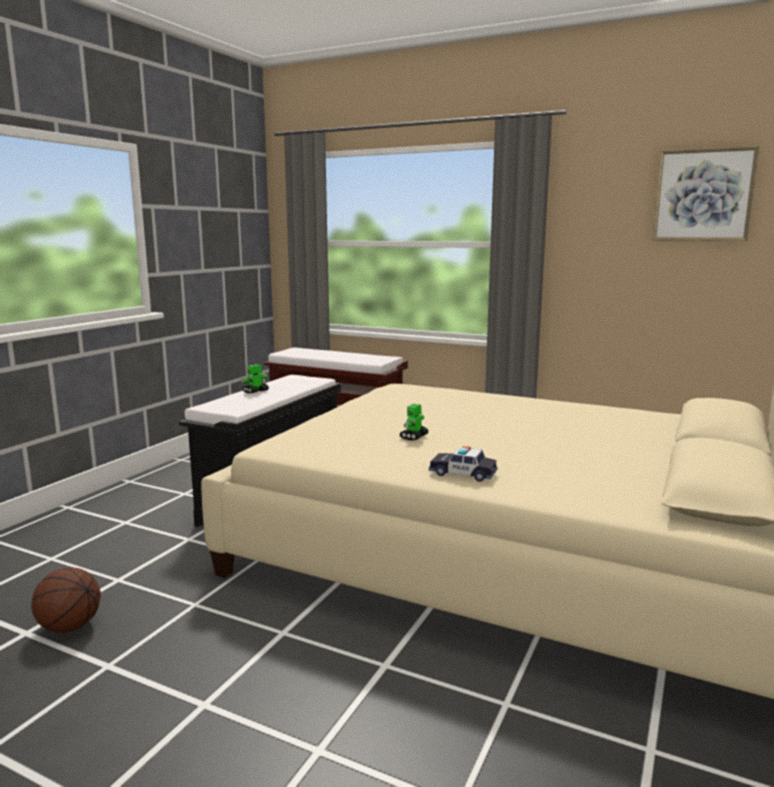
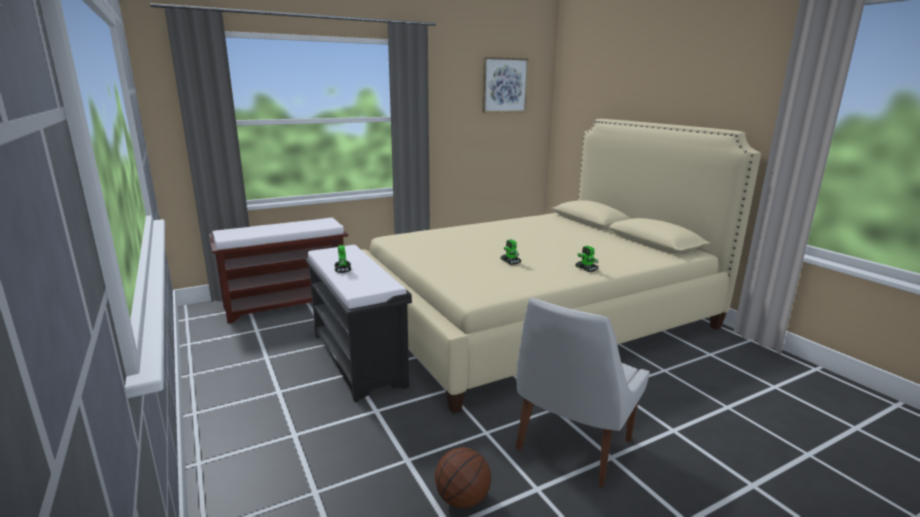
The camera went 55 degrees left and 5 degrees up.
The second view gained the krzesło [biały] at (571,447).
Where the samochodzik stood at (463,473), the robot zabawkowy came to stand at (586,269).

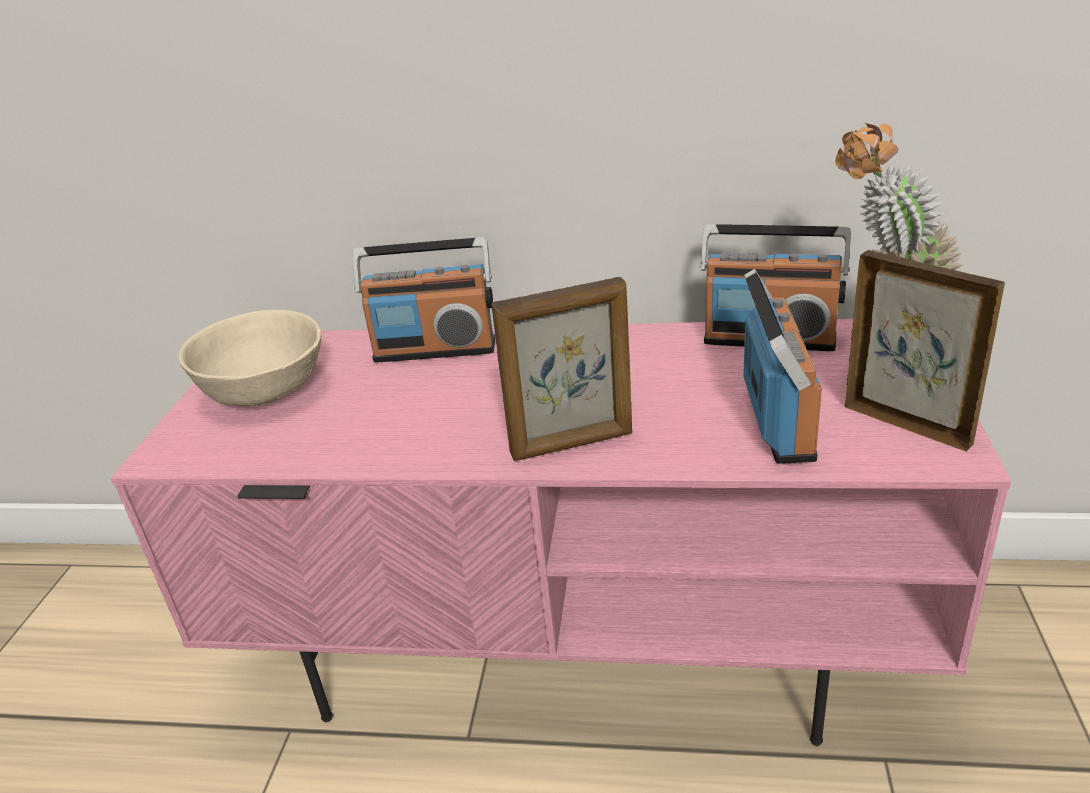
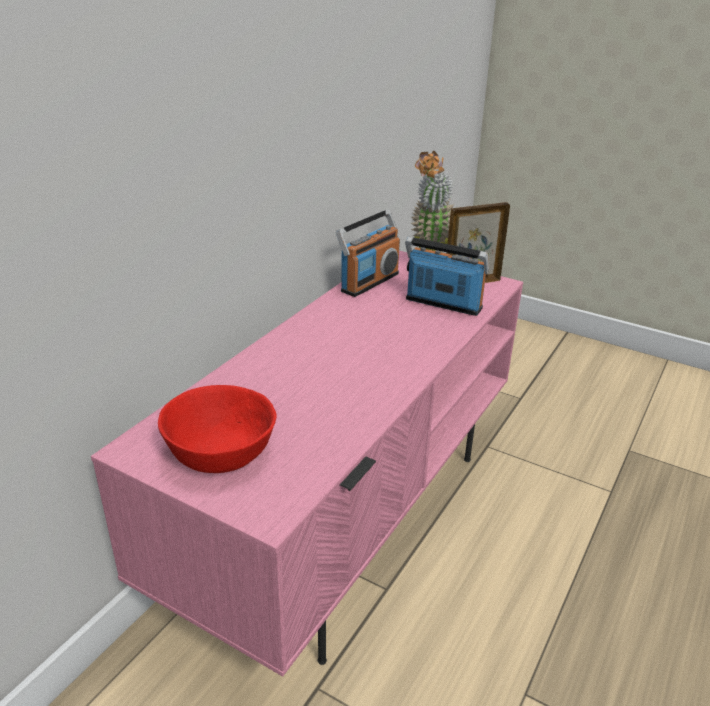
The camera went 70 degrees left and 0 degrees up.
The second view lost the radio at (435,350).
The second view lost the ramka na zdjęcie at (572,444).
What was the miska [beżowy] at (265,389) turned into the miska [czerwony] at (221,452).

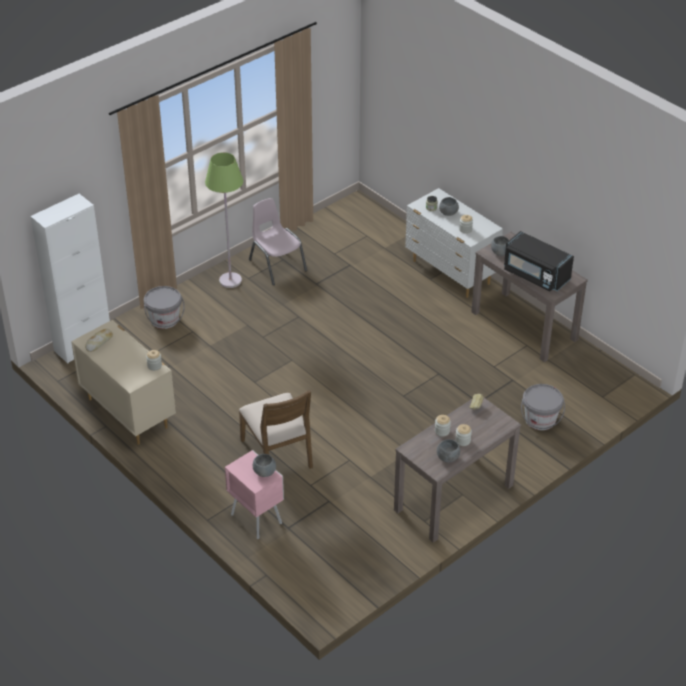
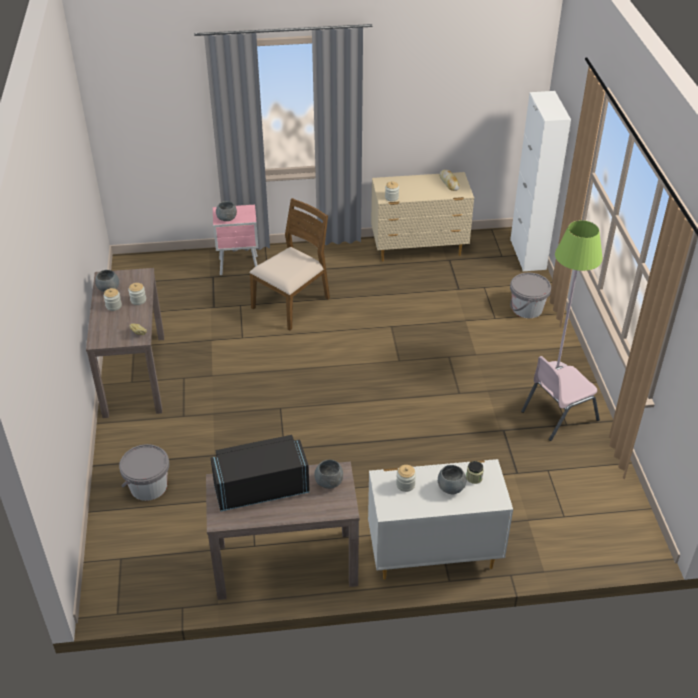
The camera went 125 degrees right and 0 degrees up.
The krzesło [brązowy] at (278,453) ended up facing another way, 120 degrees clockwise from before.
The krzesło [różowy] at (277,265) ended up facing another way, 150 degrees clockwise from before.

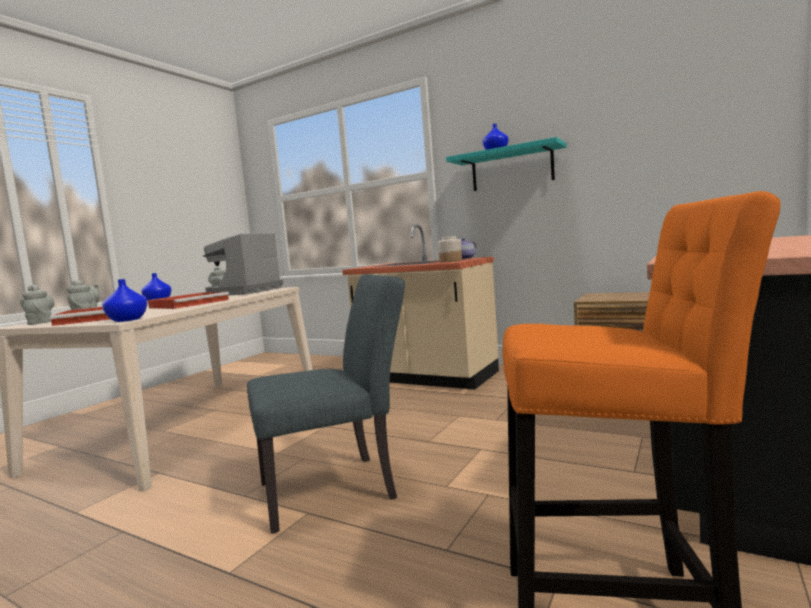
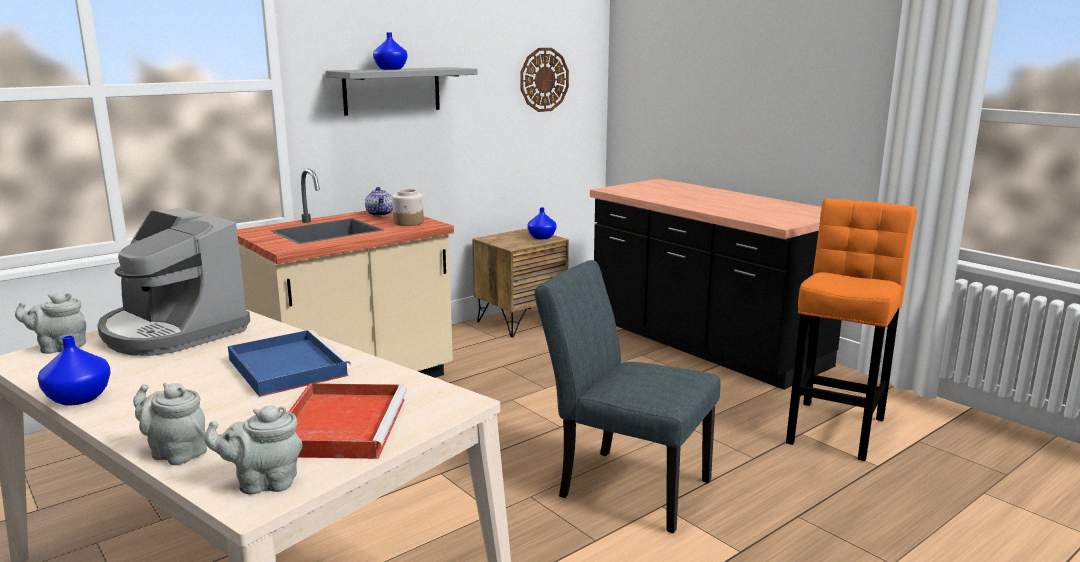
The camera went 70 degrees left and 10 degrees up.
The second view gained the zegar ścienny at (544,79).
The wazon [niebieski] ended up elsewhere, having gone from (128,320) to (542,237).
What was the taca [czerwony] at (191,303) turned into the taca [niebieski] at (286,367).
What was the półka [turkusowy] at (511,169) turned into the półka [szary] at (392,90).
The krzesło [szary] at (338,488) ended up facing another way, 60 degrees counterclockwise from before.

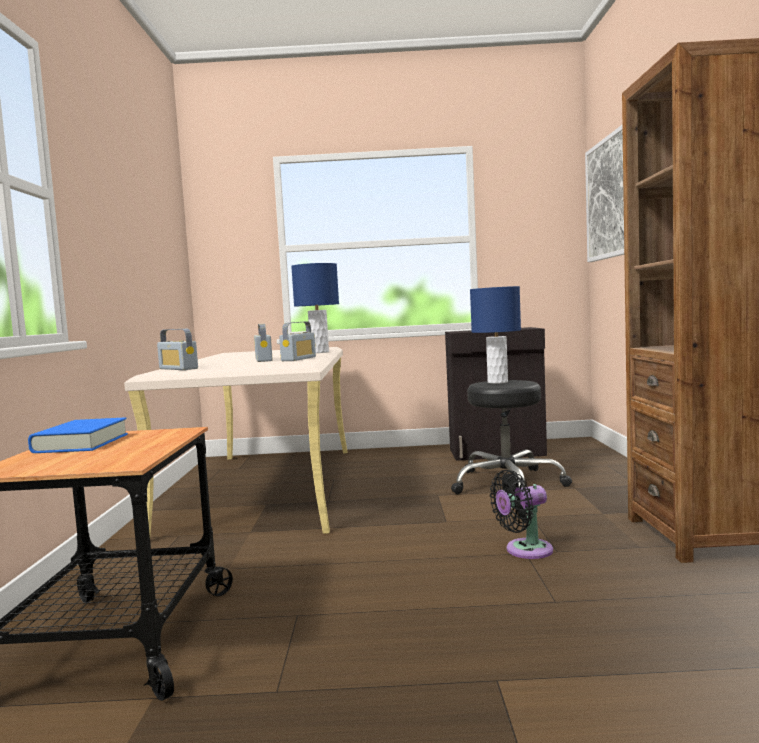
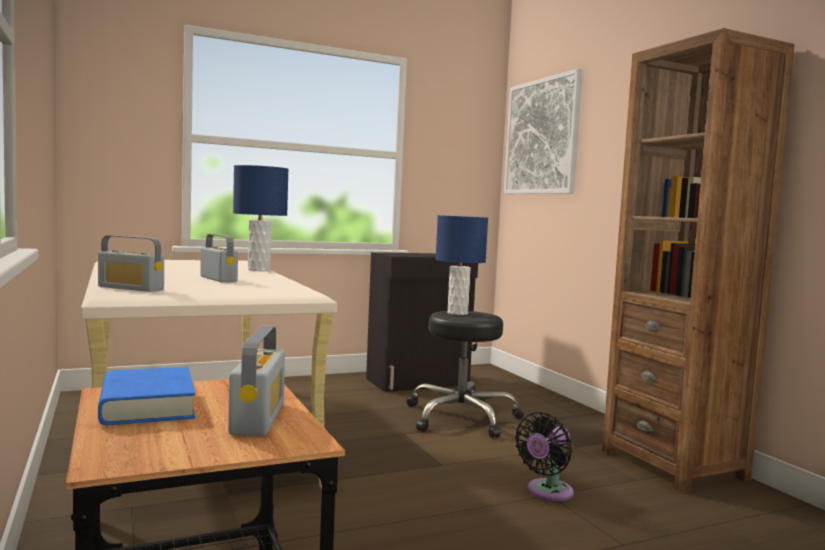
The camera went 25 degrees left and 0 degrees up.
The radio ended up elsewhere, having gone from (299,359) to (258,418).

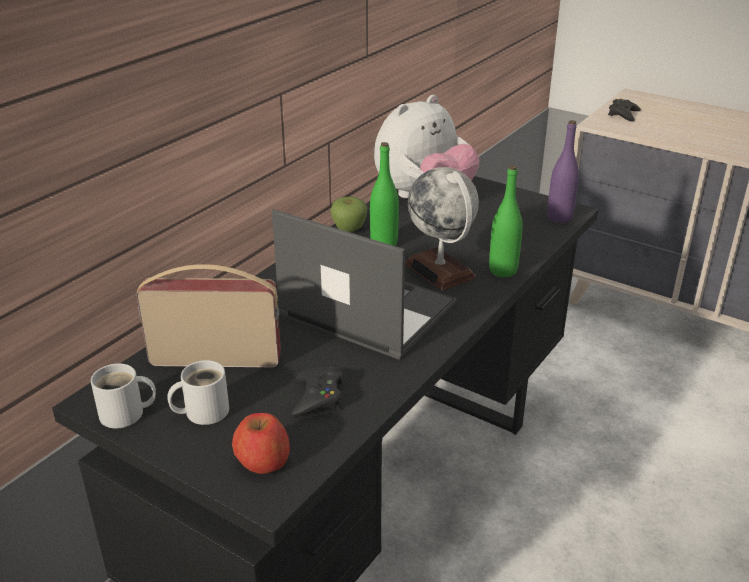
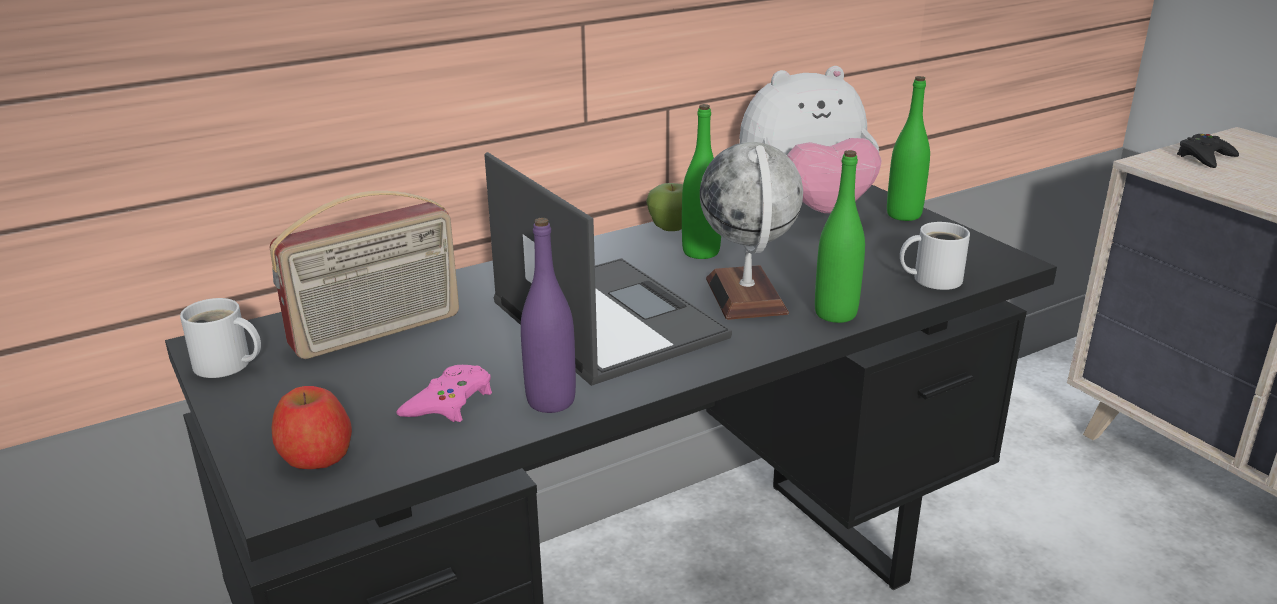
The camera went 25 degrees right and 5 degrees down.
The second view gained the butelka [zielony] at (903,215).
The kubek [biały] ended up elsewhere, having gone from (202,411) to (932,278).
The butelka [fioletowy] ended up elsewhere, having gone from (559,217) to (551,401).
What was the pad do gier [czarny] at (317,397) turned into the pad do gier [różowy] at (449,402).
The radio at (216,358) ended up facing another way, 120 degrees clockwise from before.

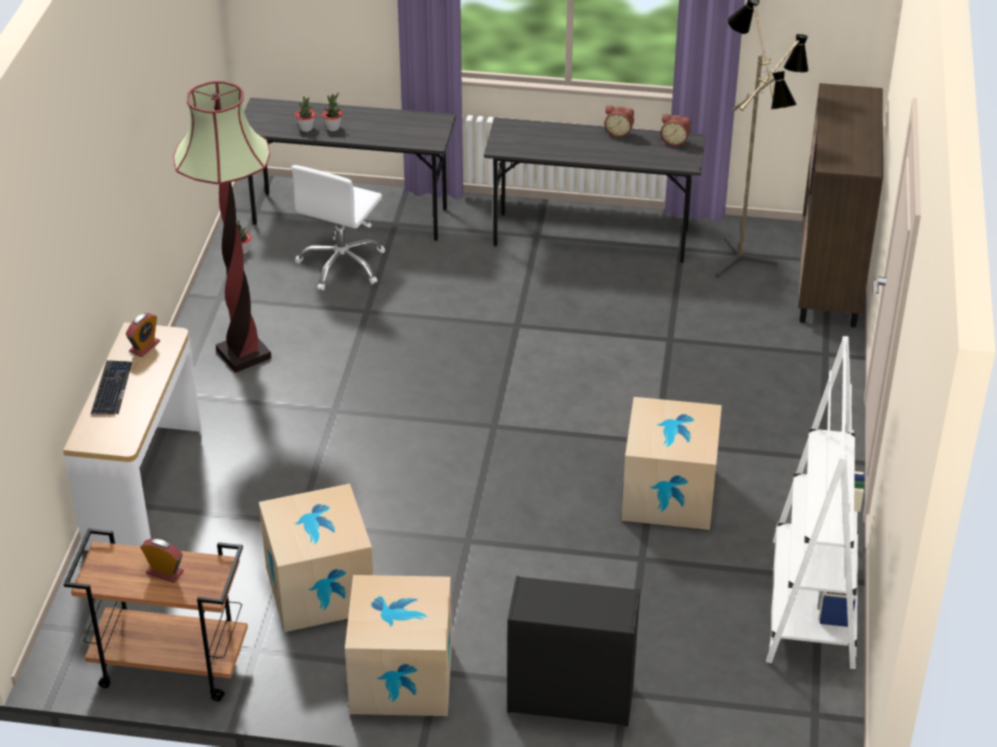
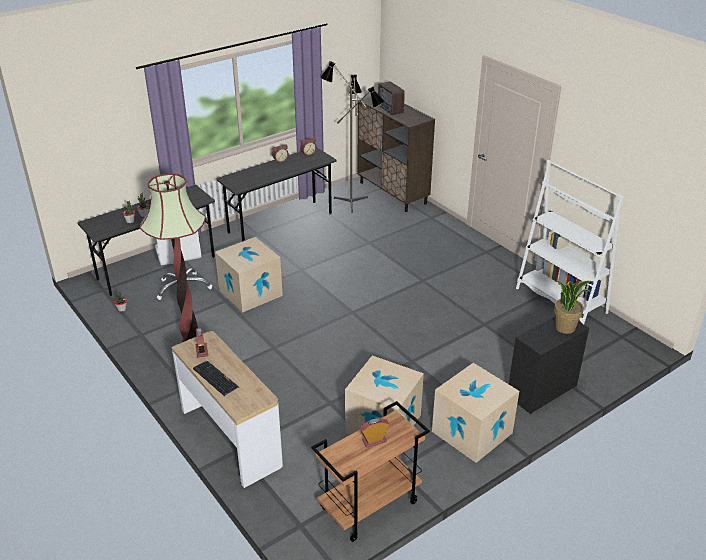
The camera went 45 degrees left and 5 degrees down.
The second view gained the radio at (390,110).
The second view gained the roślina doniczkowa at (565,327).
The karton ended up elsewhere, having gone from (669,494) to (250,293).

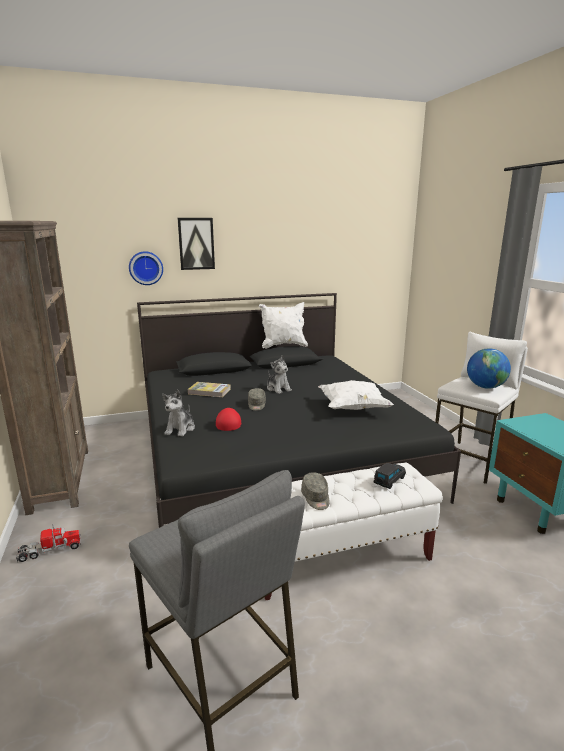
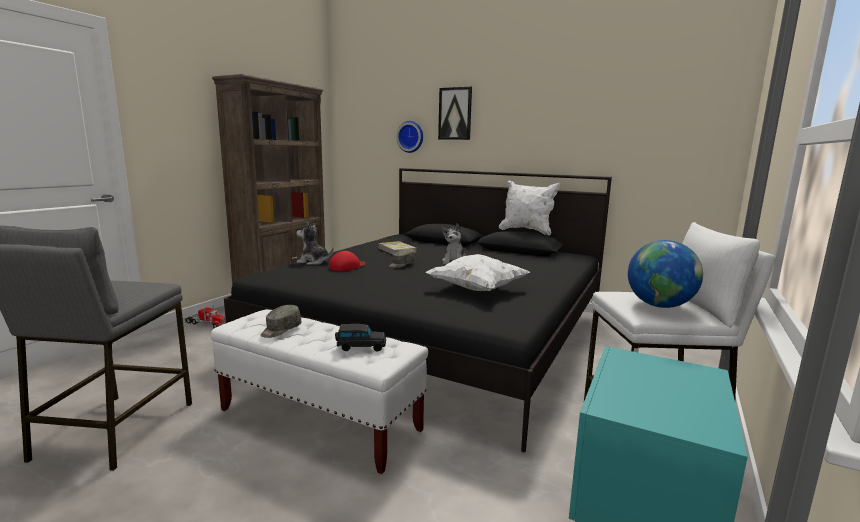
The camera went 45 degrees right and 5 degrees down.
The pluszak at (180,429) ended up facing another way, 45 degrees clockwise from before.

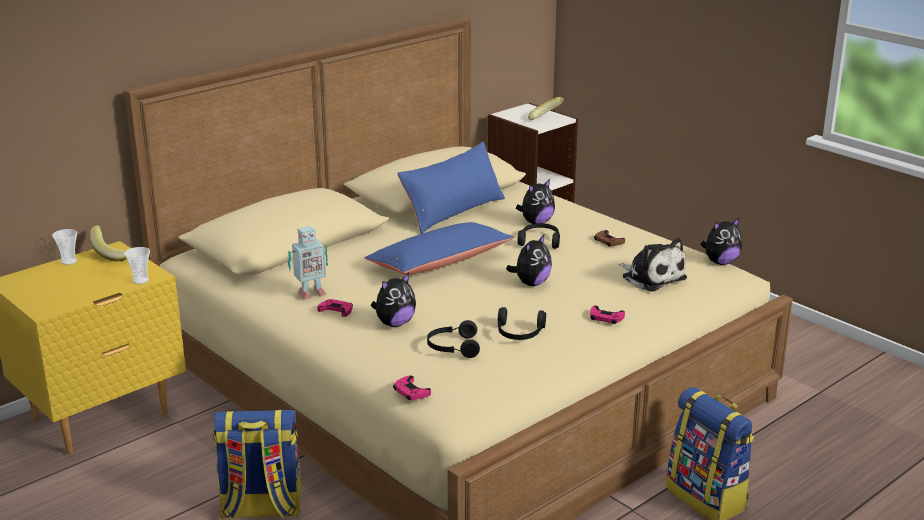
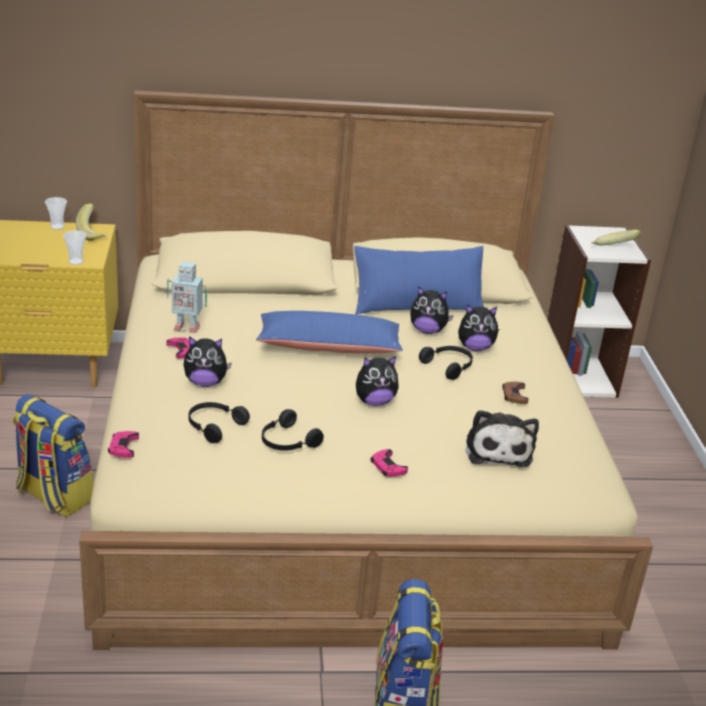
The camera went 35 degrees right and 5 degrees up.
The pluszak ended up elsewhere, having gone from (720,262) to (427,330).

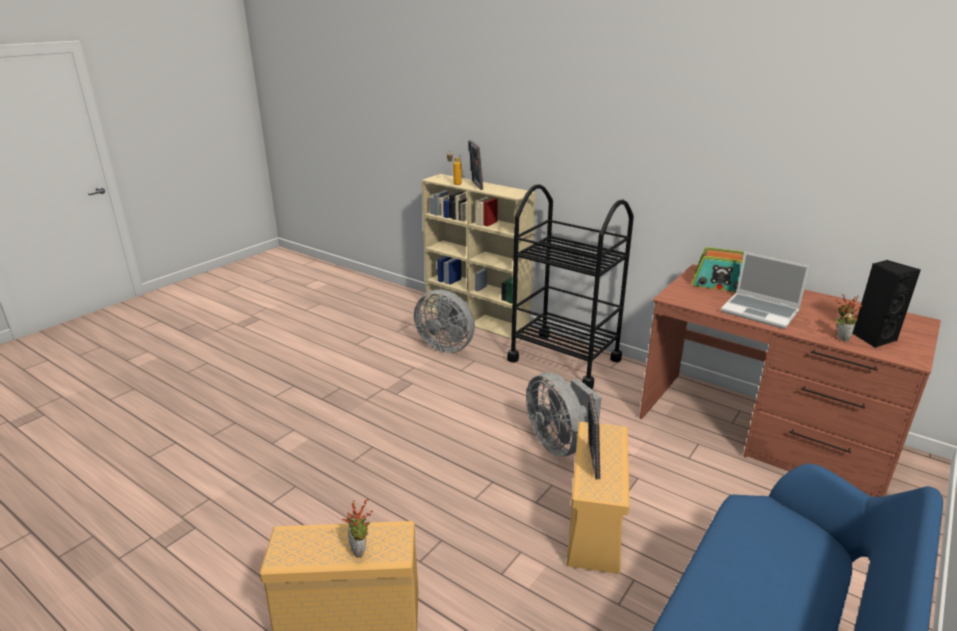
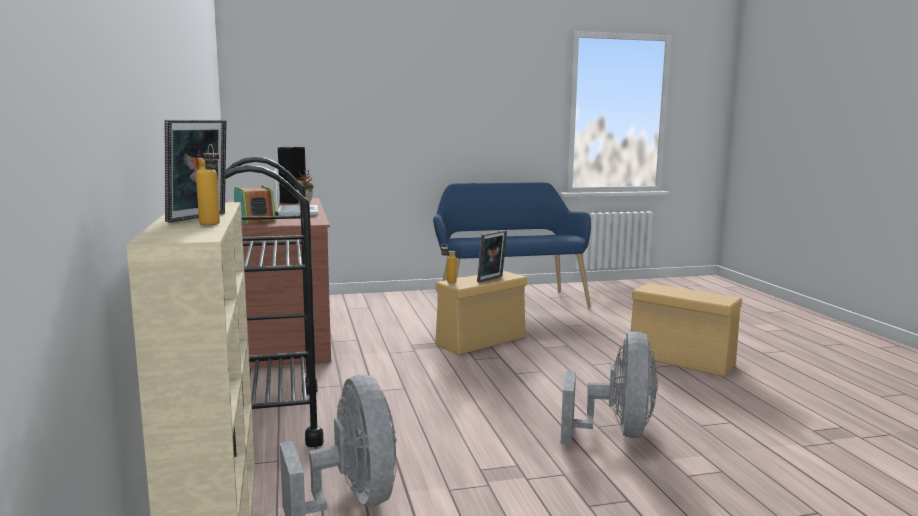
The camera went 140 degrees left and 15 degrees down.
The second view lost the roślina doniczkowa at (361,551).
The second view gained the butelka at (448,281).
The wentylator [szary] ended up elsewhere, having gone from (559,443) to (617,433).

